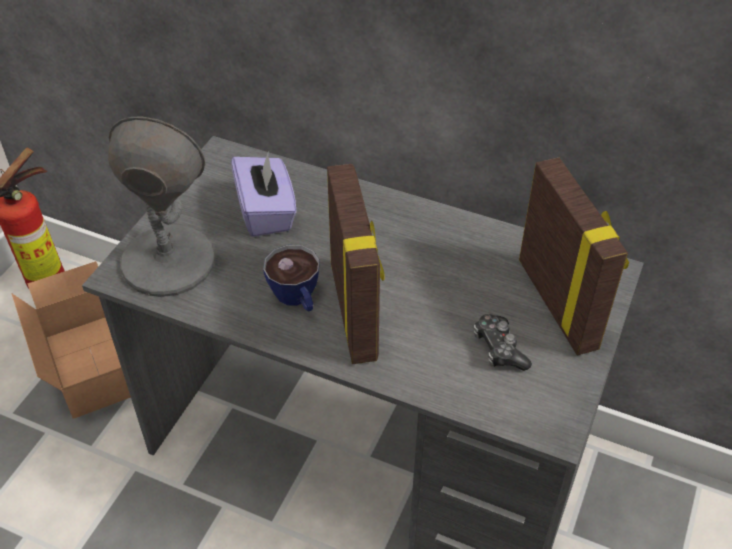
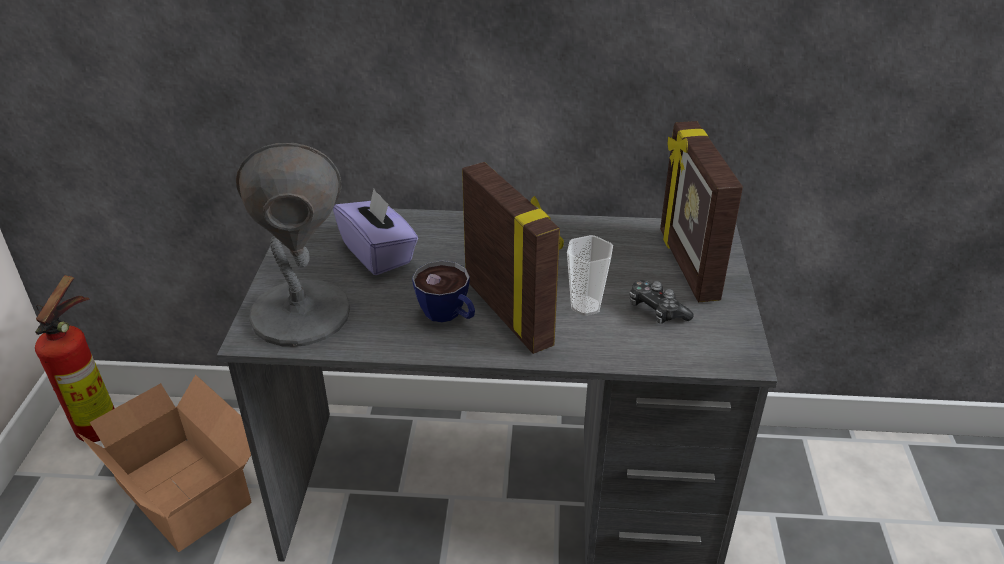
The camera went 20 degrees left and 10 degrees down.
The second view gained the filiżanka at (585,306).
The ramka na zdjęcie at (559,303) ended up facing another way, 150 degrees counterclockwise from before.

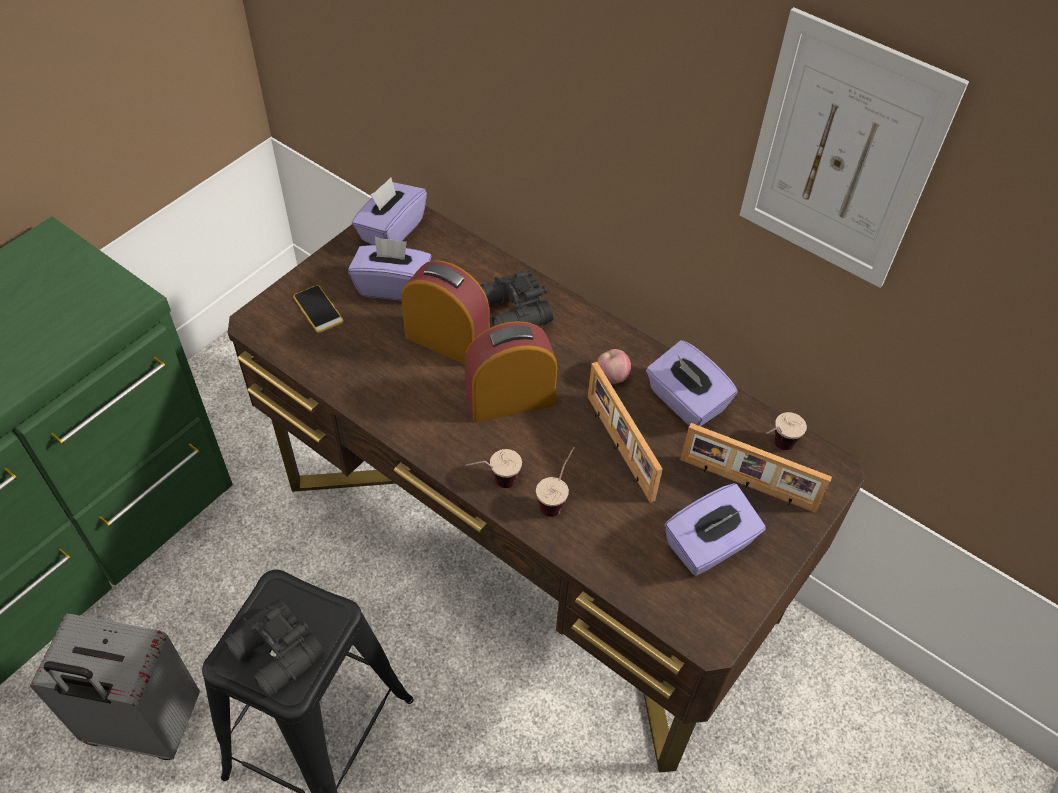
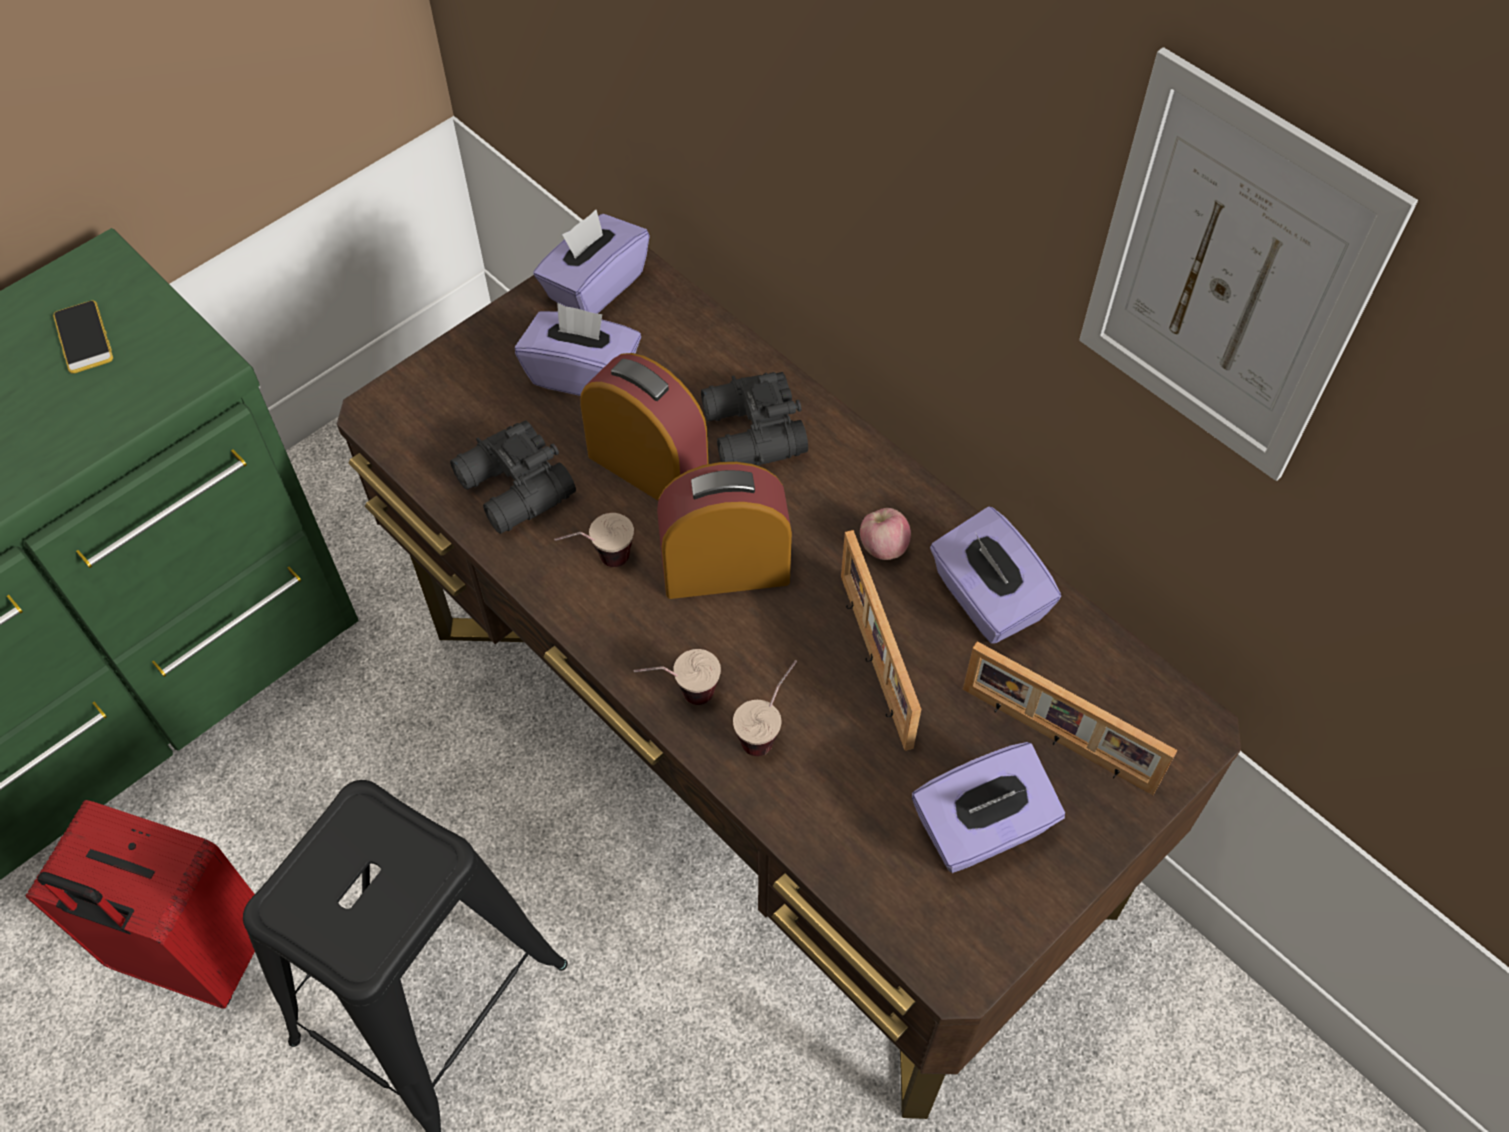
The camera went 10 degrees right and 5 degrees up.
The lornetka [czarny] ended up elsewhere, having gone from (275,655) to (514,490).
The telefon ended up elsewhere, having gone from (318,309) to (83,337).
The filiżanka ended up elsewhere, having gone from (775,448) to (598,563).
What was the walizka [szary] at (143,726) turned into the walizka [czerwony] at (193,954).

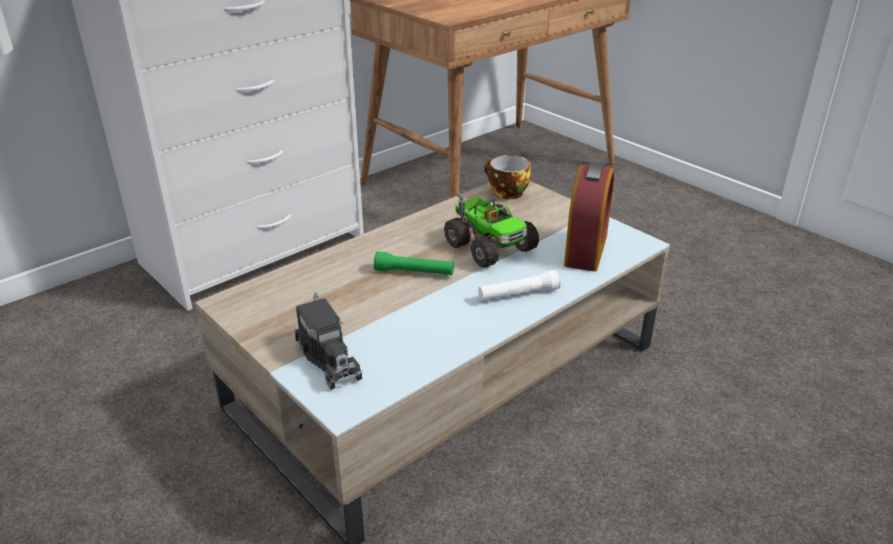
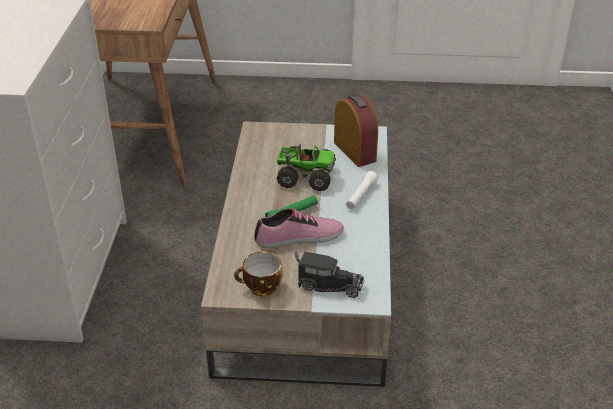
The camera went 45 degrees left and 5 degrees up.
The second view gained the but at (299,238).
The filiżanka ended up elsewhere, having gone from (505,193) to (261,288).

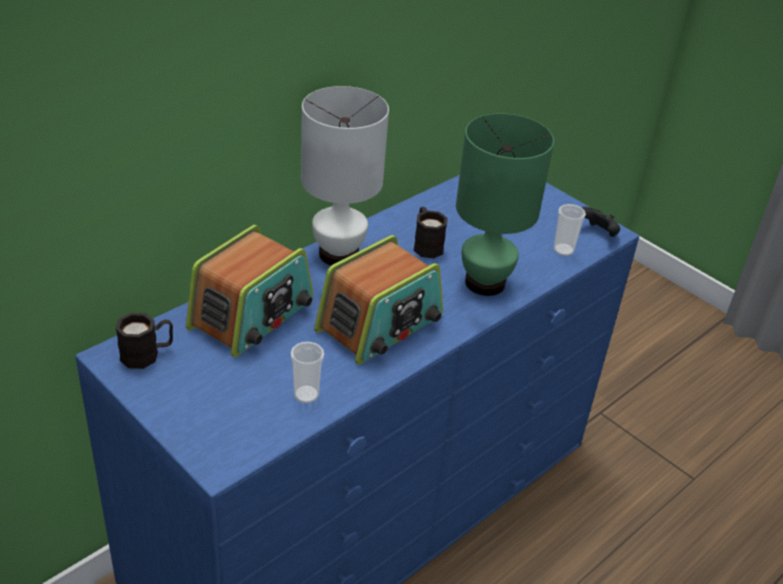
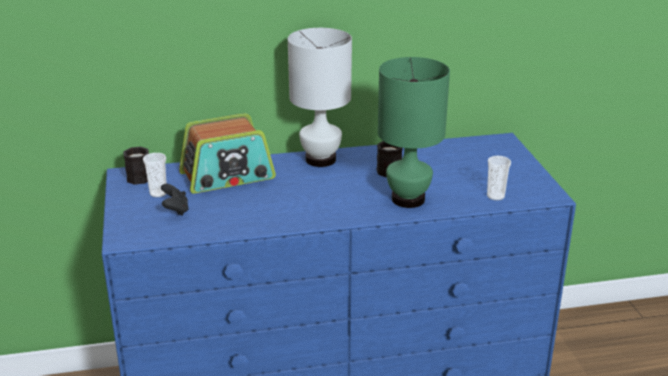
The camera went 35 degrees right and 10 degrees down.
The second view lost the radio at (380,324).
The filiżanka ended up elsewhere, having gone from (306,395) to (158,193).
The pad do gier [czarny] ended up elsewhere, having gone from (598,233) to (175,210).

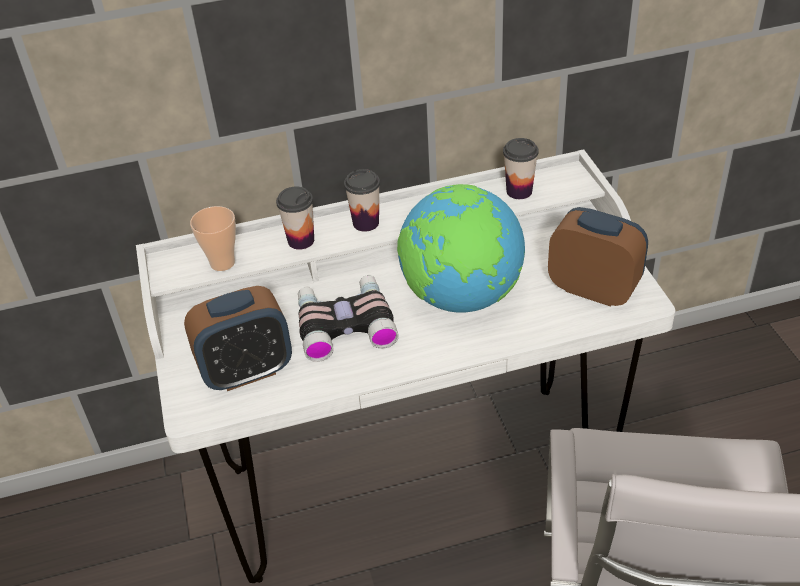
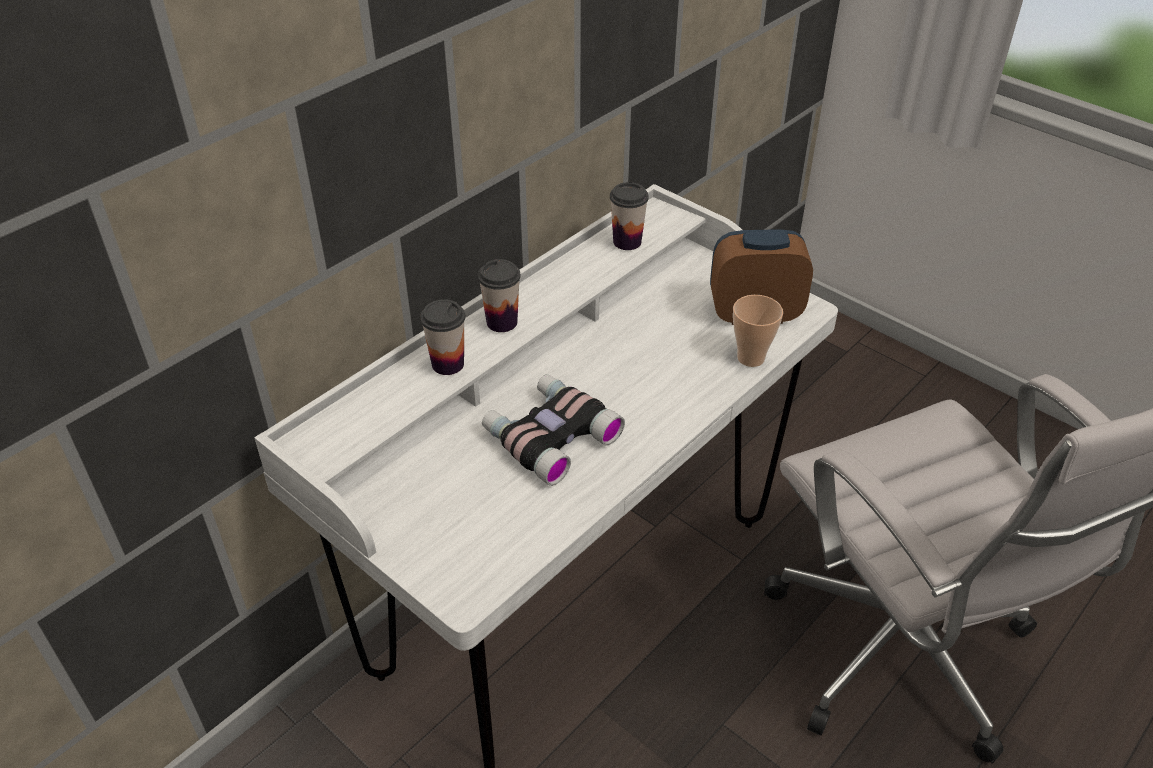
The camera went 35 degrees left and 0 degrees up.
The second view lost the budzik at (247,371).
The second view lost the globus at (461,297).
The filiżanka ended up elsewhere, having gone from (222,263) to (751,358).

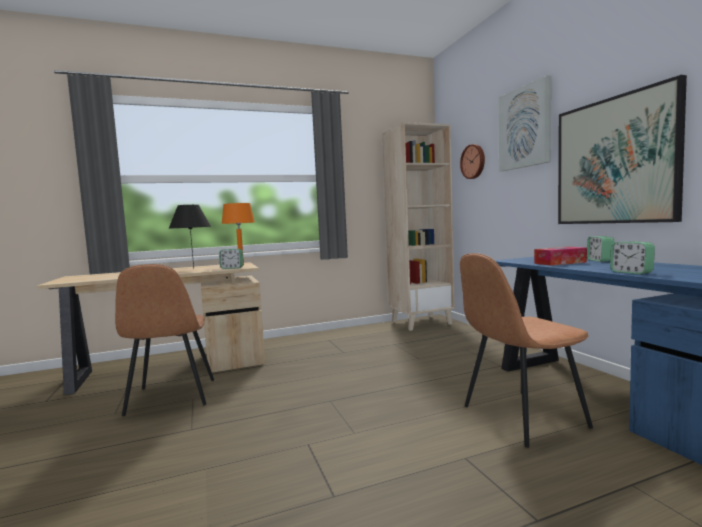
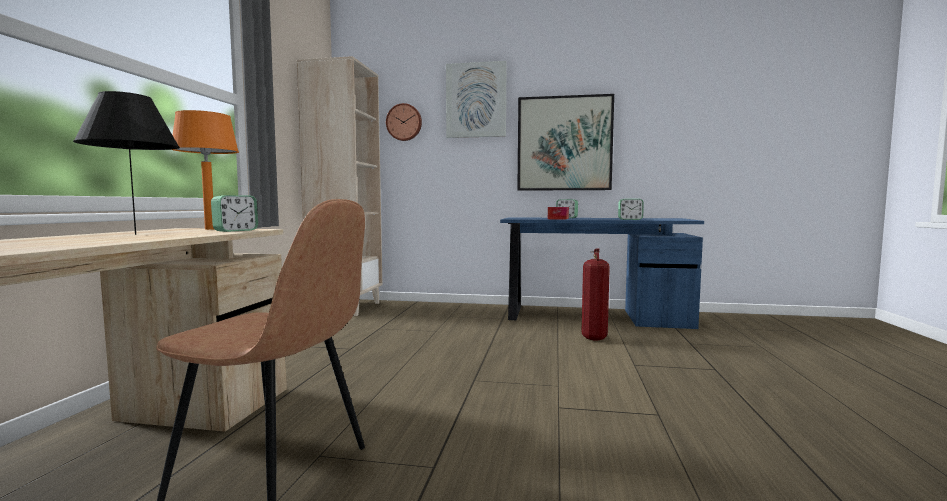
The camera went 60 degrees left and 0 degrees up.
Where the krzesło [brązowy] stood at (521,417), the gaśnica came to stand at (593,338).

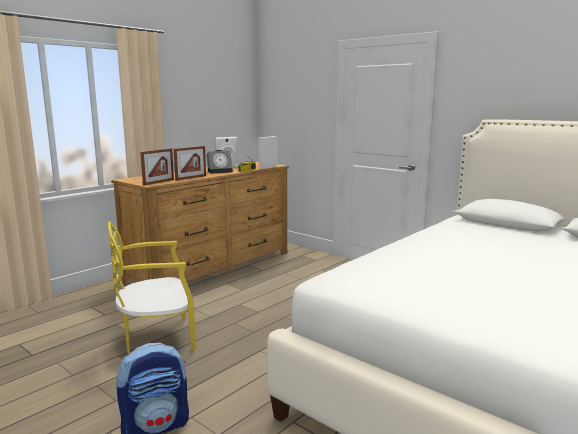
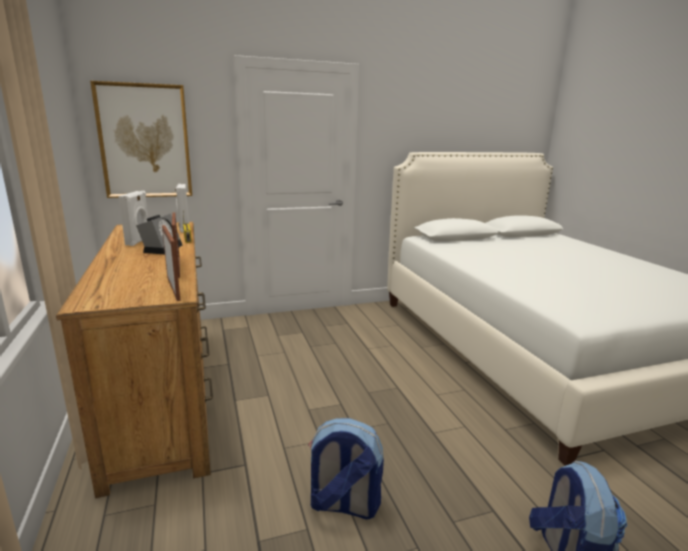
The camera went 60 degrees left and 5 degrees up.
The second view gained the obraz at (145,141).
Where the krzesło [żółty] stood at (157,337), the plecak came to stand at (343,505).

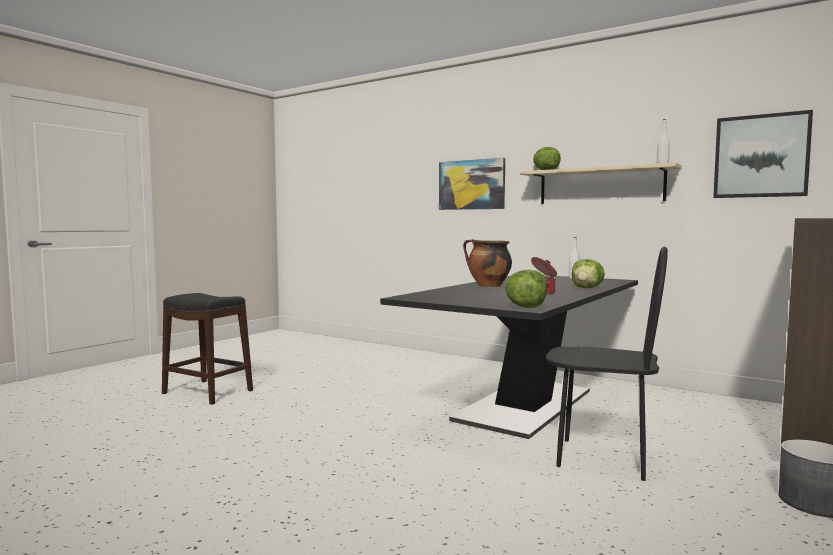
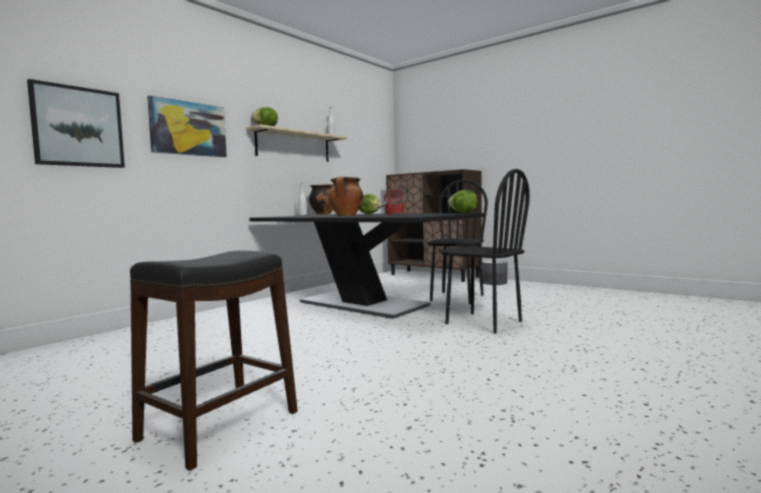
The camera went 85 degrees left and 0 degrees up.
The second view gained the garnek at (323,214).
The second view gained the krzesło [czarny] at (483,322).
The obraz ended up elsewhere, having gone from (761,156) to (78,127).

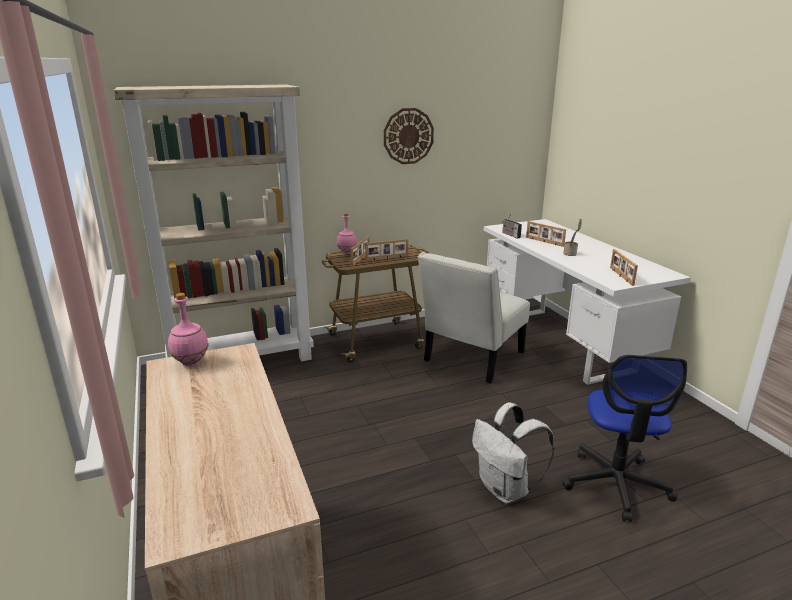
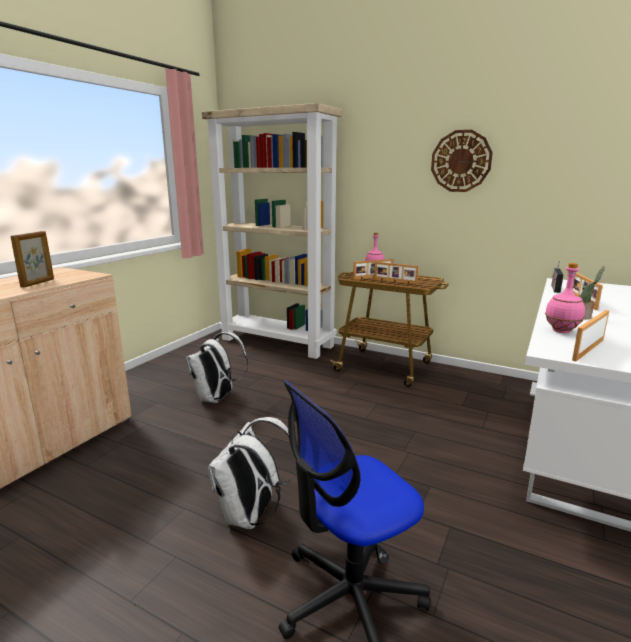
The camera went 50 degrees right and 5 degrees down.
The second view lost the krzesło [biały] at (471,359).
The second view gained the ramka na zdjęcie at (38,283).
The second view gained the plecak [biały] at (217,398).
The butelka [różowy] ended up elsewhere, having gone from (191,363) to (561,331).

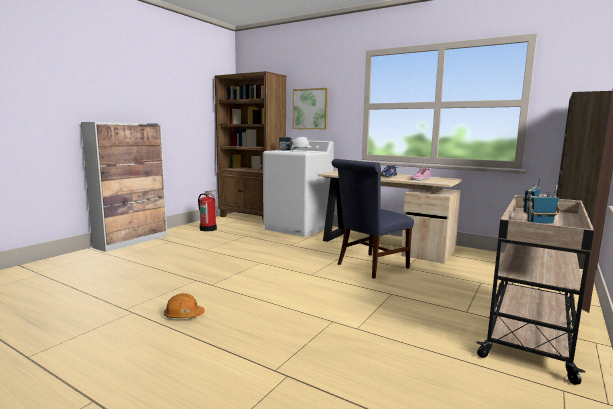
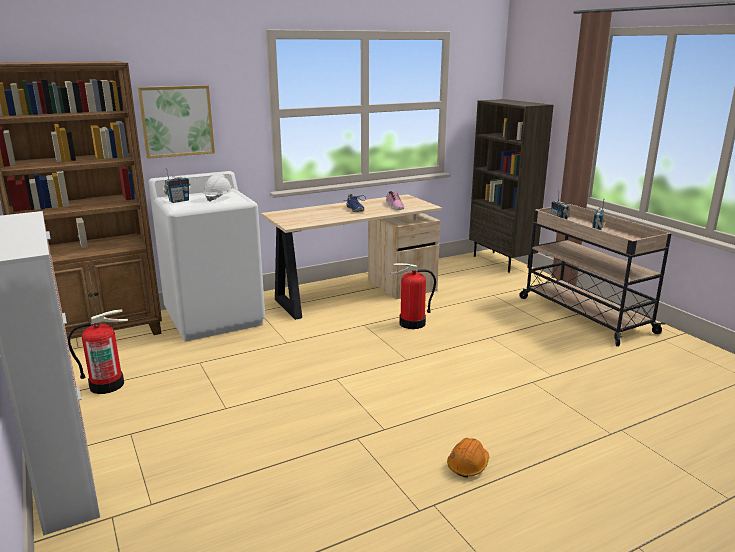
The camera went 60 degrees left and 10 degrees up.
Where the krzesło [niebieski] stood at (369,266), the gaśnica came to stand at (412,323).

